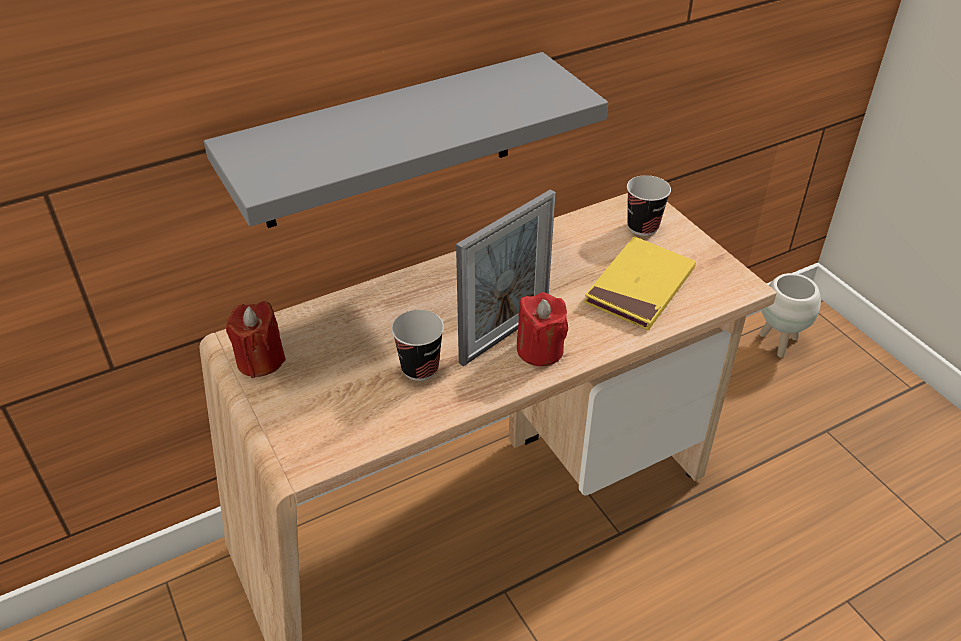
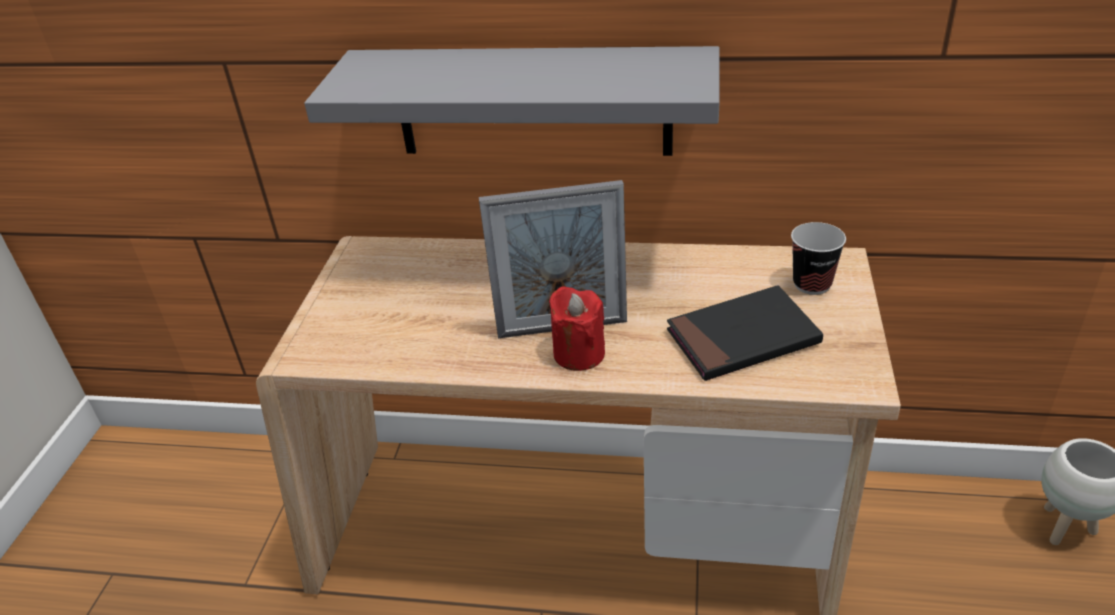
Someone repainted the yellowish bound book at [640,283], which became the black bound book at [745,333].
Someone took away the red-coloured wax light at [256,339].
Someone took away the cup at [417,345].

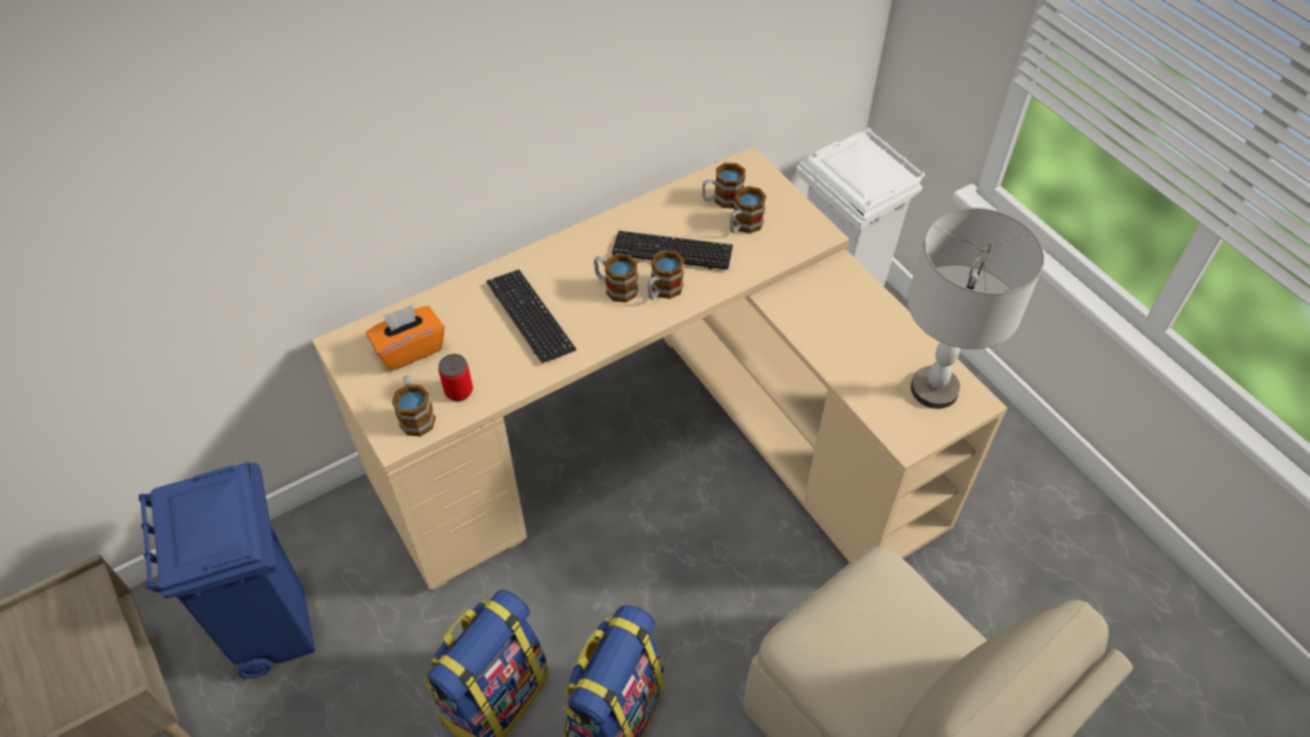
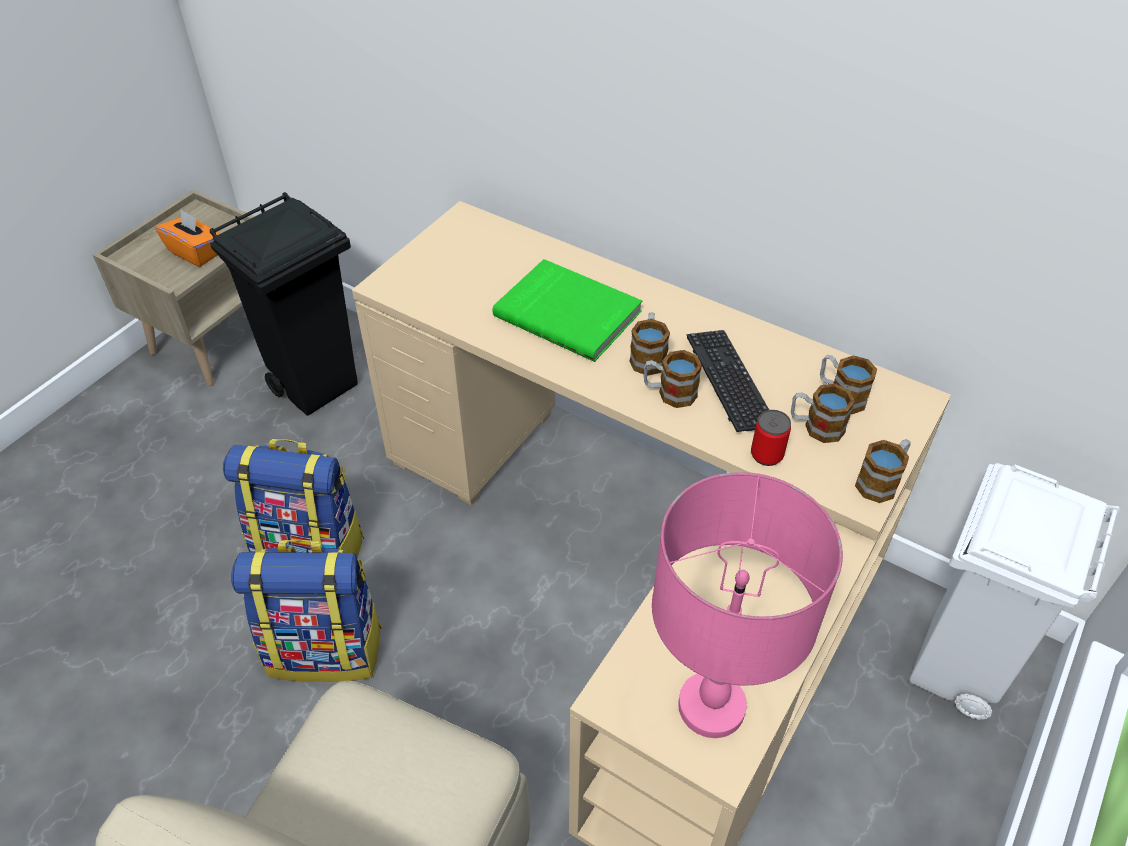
Someone carried the orange box of tissues from [405,338] to [187,238].
Someone repainted the blue-coloured trash can at [227,570], which became the black trash can at [284,304].
Someone swapped the computer keyboard at [531,316] for the greenish bound book at [567,310].
Someone repainted the grey tabletop lamp at [975,308], which became the pink-coloured tabletop lamp at [747,605].
Someone carried the metal can from [455,377] to [771,438].
Someone carried the tea mug from [414,406] to [883,471].

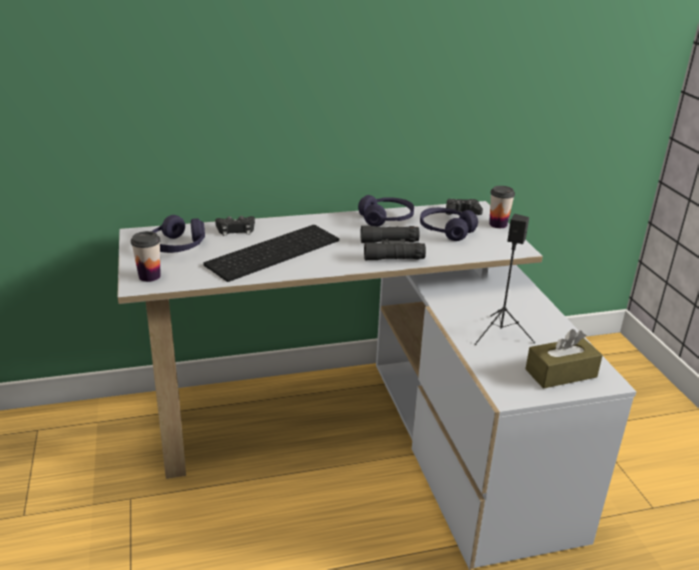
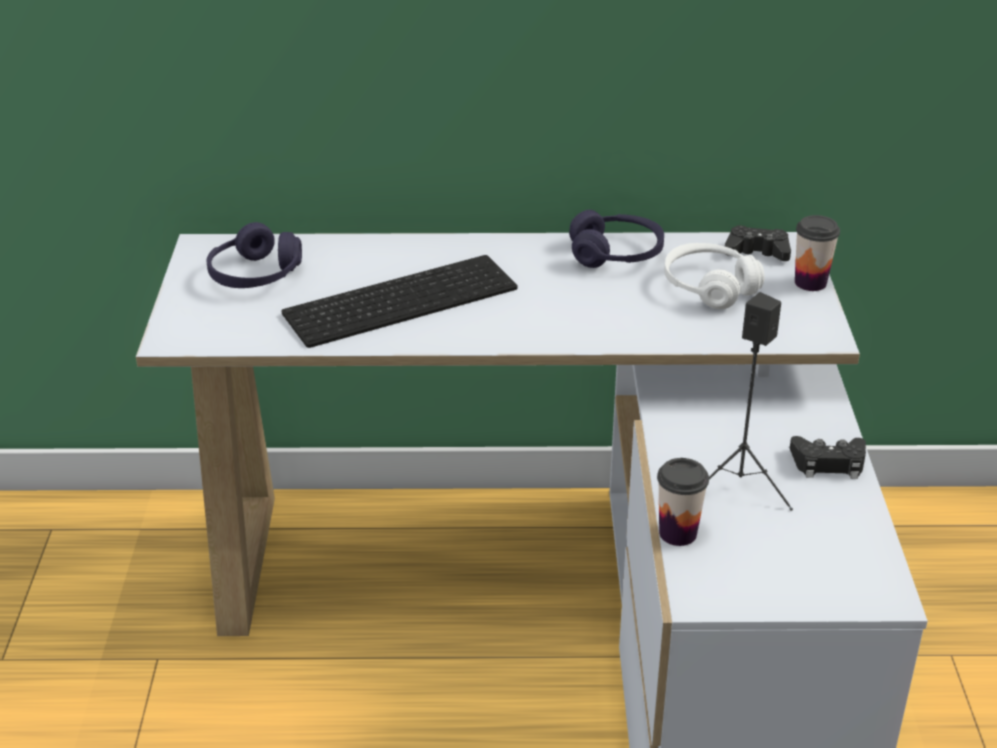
Someone carried the cup from [146,256] to [683,502].
Someone repainted the purple-coloured headphones at [449,224], which became the white headphones at [714,276].
Someone carried the black game controller from [235,226] to [828,457].
Someone took away the black pair of binoculars at [393,243].
Someone took away the brown-coloured box of tissues at [564,359].

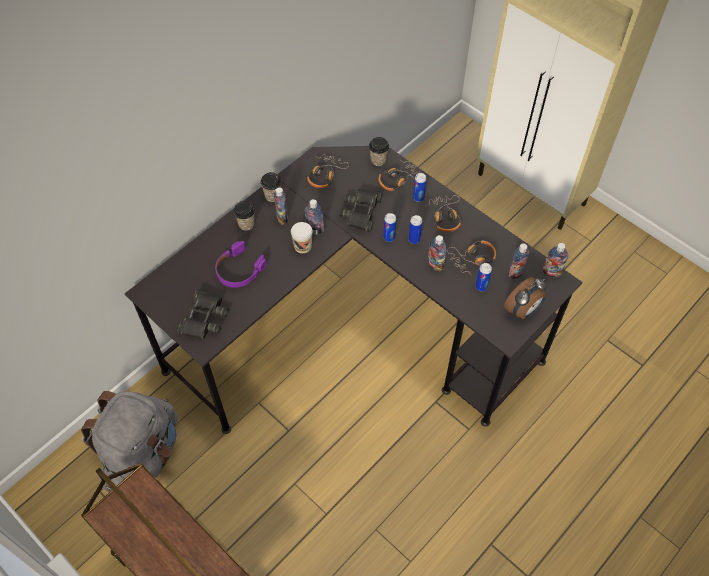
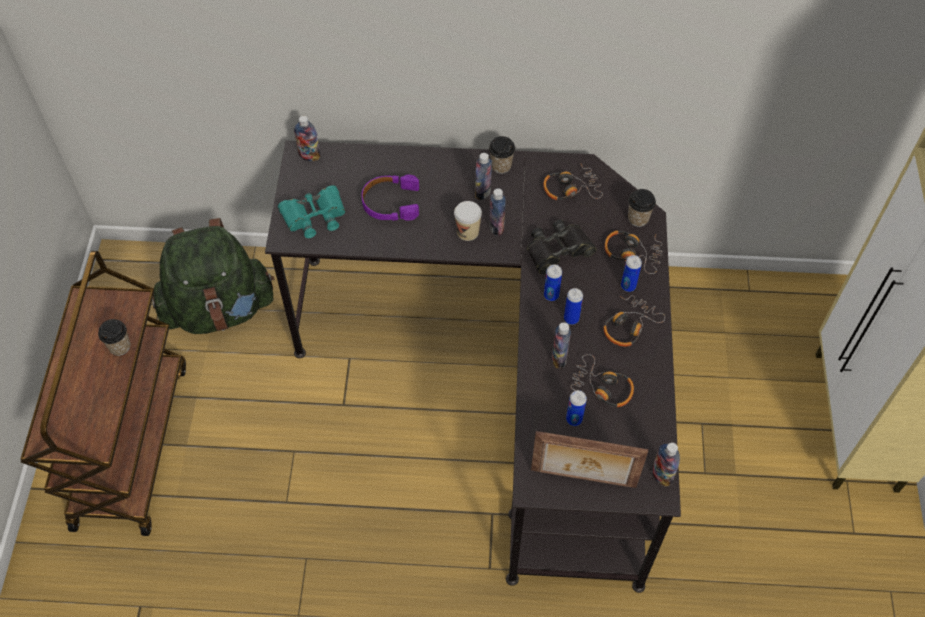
Someone carried the cup from [244,216] to [114,337].
Someone repainted the grey rucksack at [129,441], which became the greenish rucksack at [213,276].
Someone repainted the black pair of binoculars at [203,314], which became the turquoise-coloured pair of binoculars at [311,211].
Someone carried the beverage bottle from [519,261] to [307,138].
Someone swapped the bedside clock at [525,298] for the standing frame at [589,459].

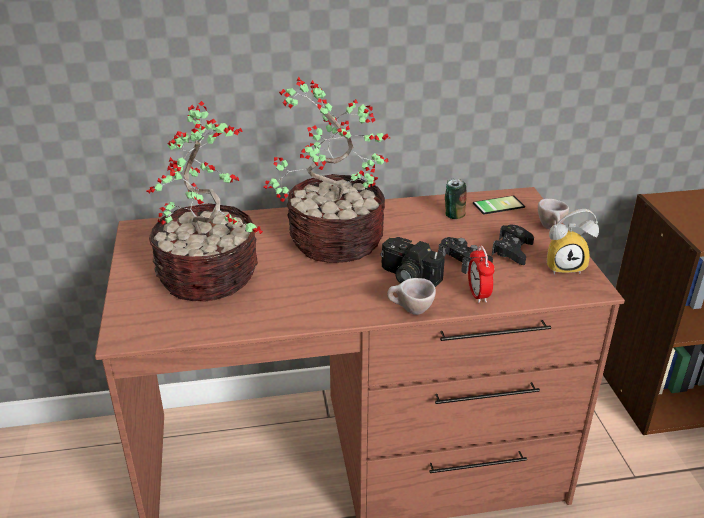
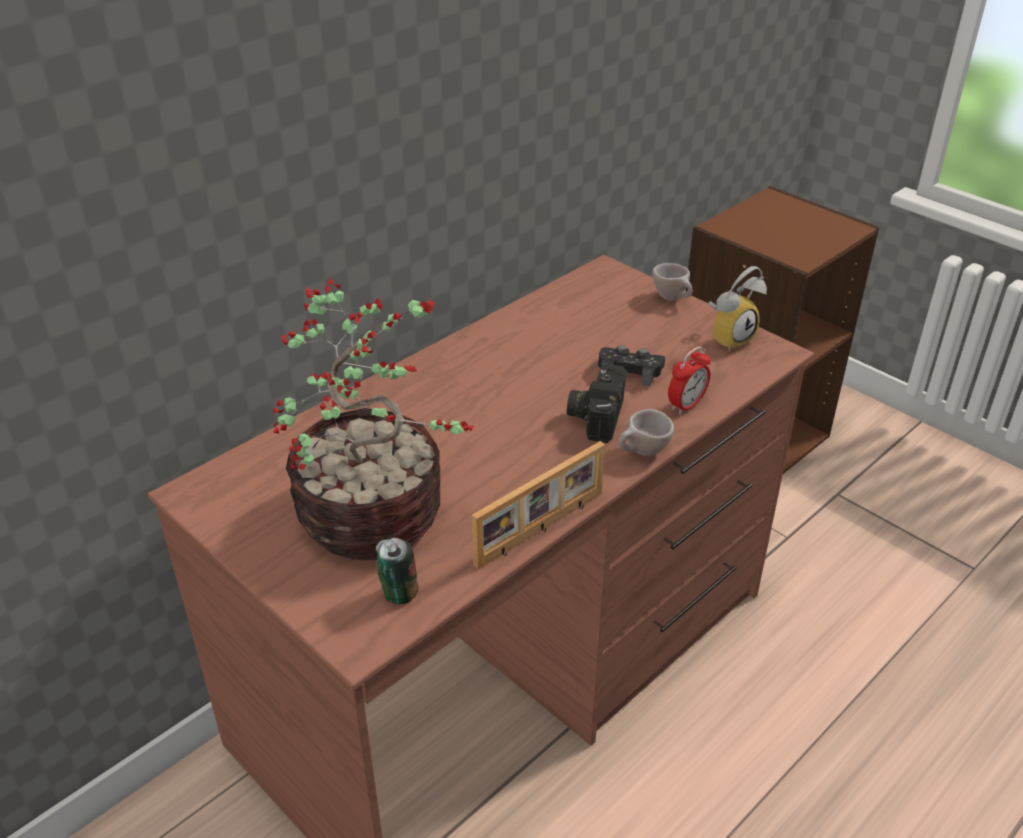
Someone carried the metal can from [456,199] to [397,570].
Someone put down the standing frame at [538,505].
Someone rotated the photo camera at [412,262] by 105 degrees clockwise.
Someone rotated the bedside clock at [481,274] by 90 degrees counterclockwise.
Someone took away the plant in a pot at [327,170].
Someone took away the handset at [499,205].
Someone took away the black game controller at [513,245].

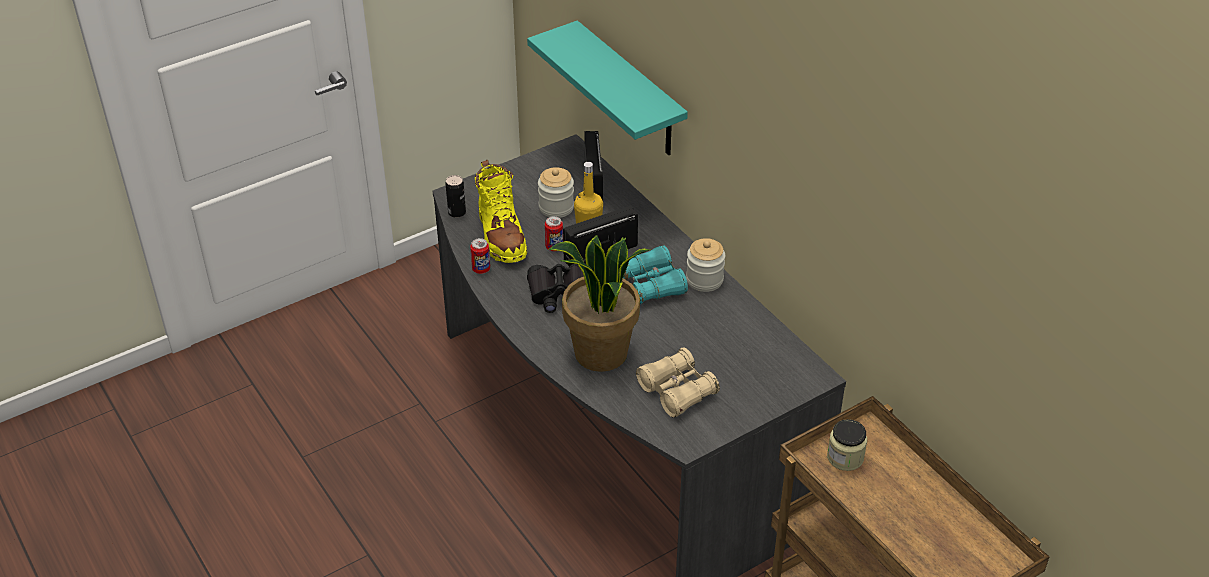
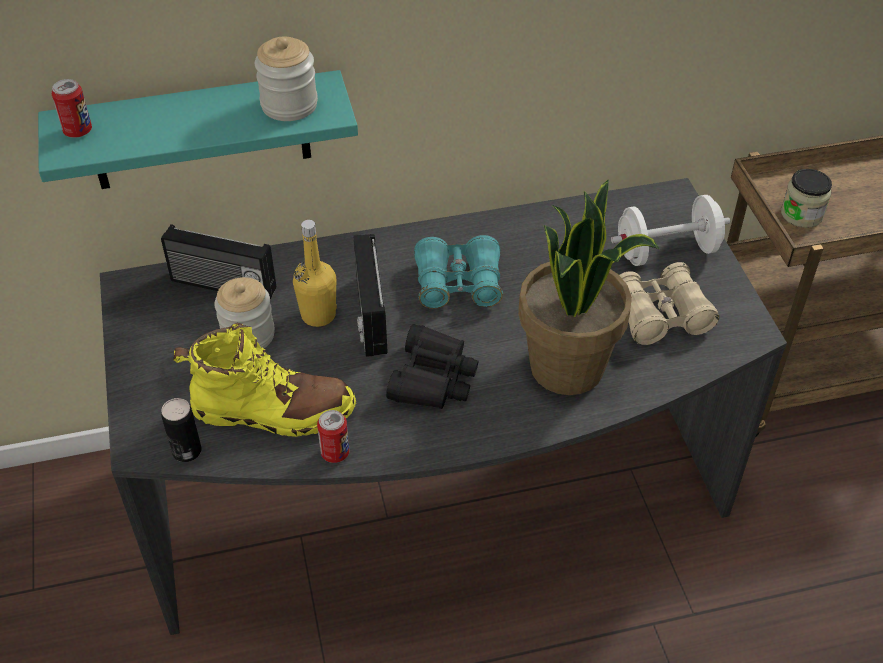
Someone carried the metal can from [554,233] to [71,108].
Someone carried the storage jar from [705,265] to [286,79].
Someone put down the white dumbbell at [670,230].

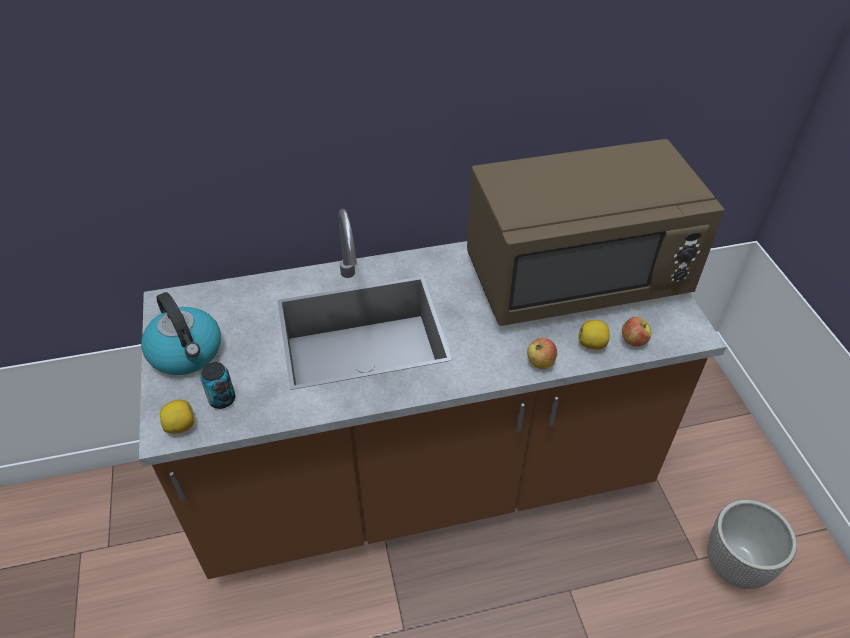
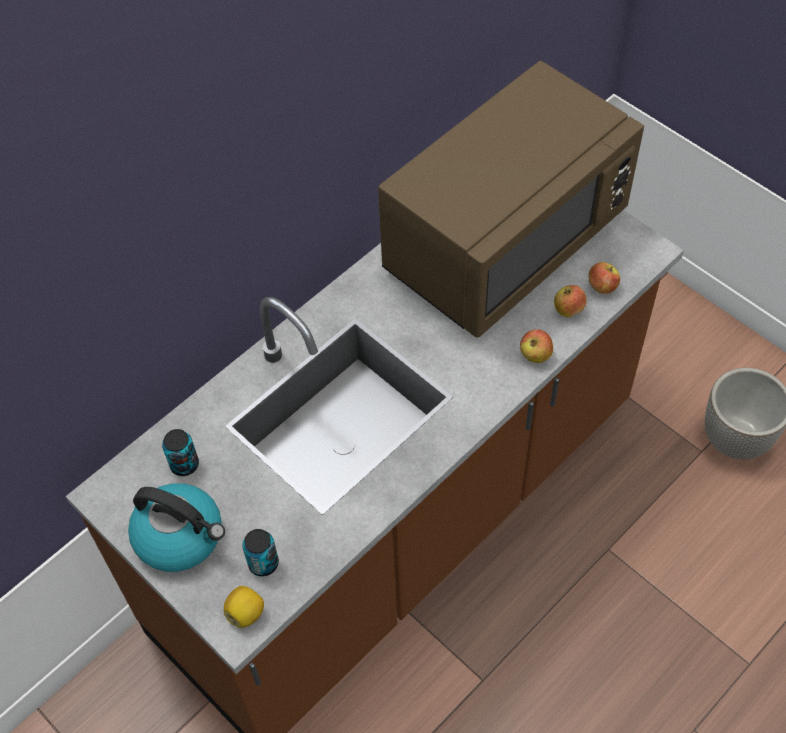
Someone put down the metal can at [180,452].
Someone swapped the lemon at [593,335] for the apple fruit at [570,301].

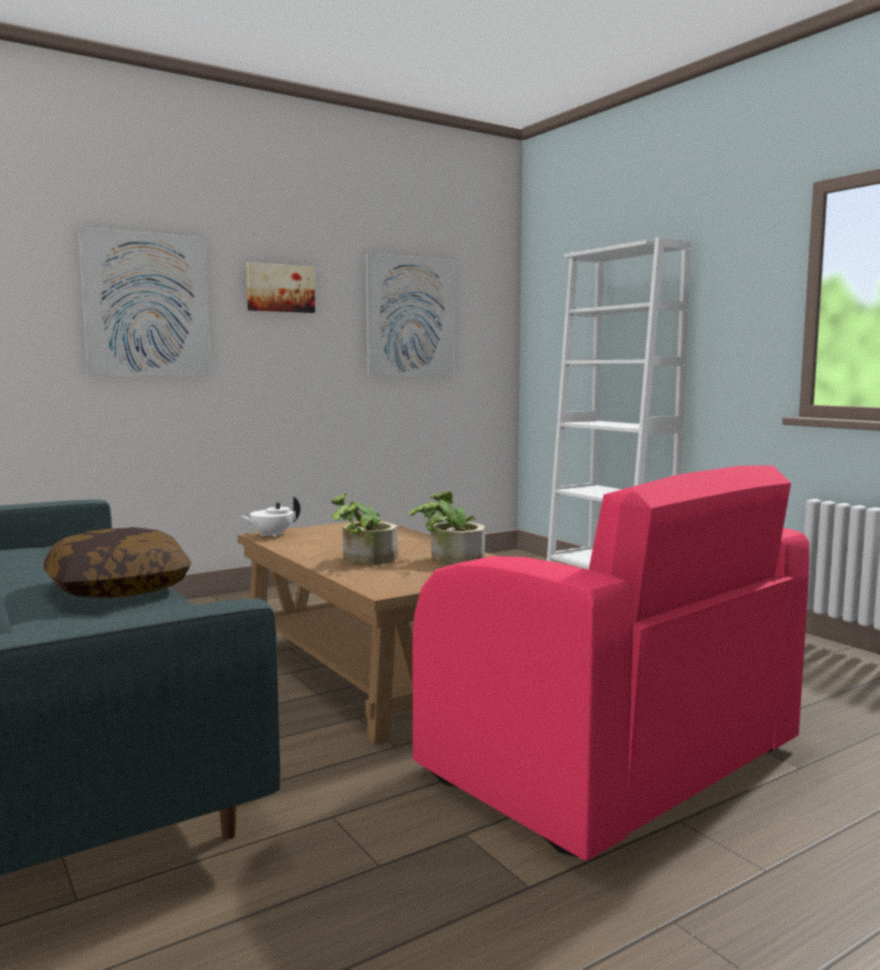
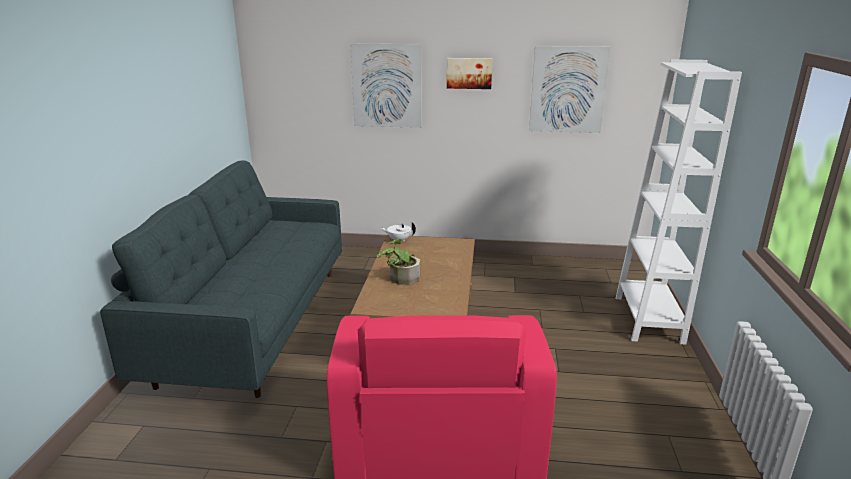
Someone took away the cushion at [117,562].
Someone took away the plant in a pot at [446,528].

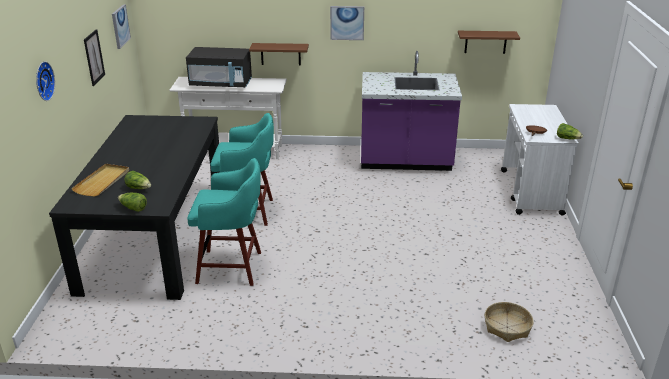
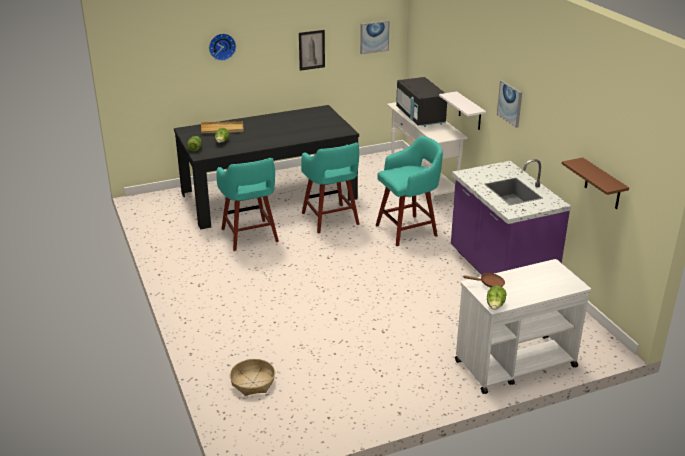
Someone put down the turquoise-coloured stool seat at [409,191].
Someone repainted the brown-coloured wall shelf at [279,54], which became the white wall shelf at [462,110].

